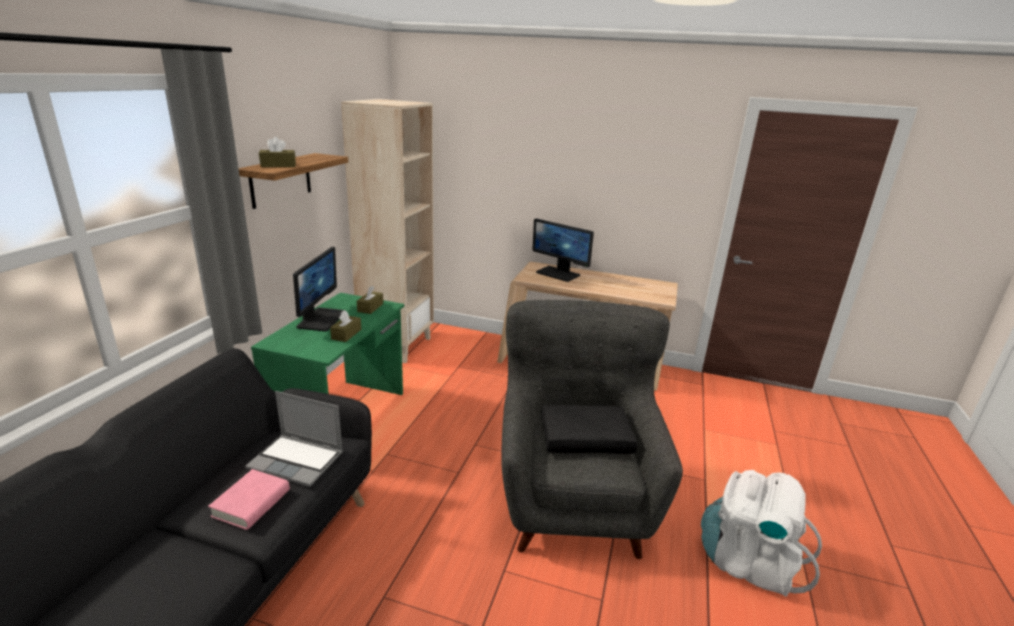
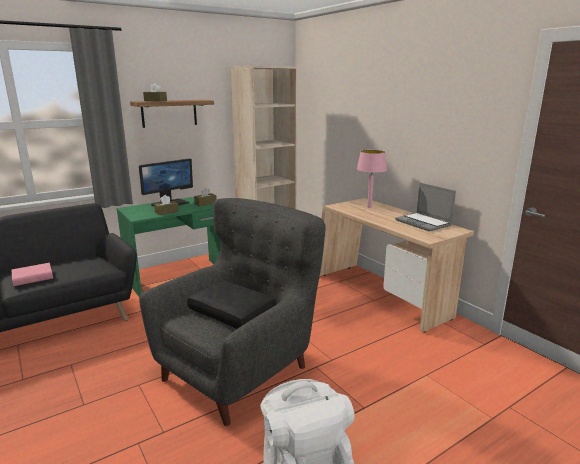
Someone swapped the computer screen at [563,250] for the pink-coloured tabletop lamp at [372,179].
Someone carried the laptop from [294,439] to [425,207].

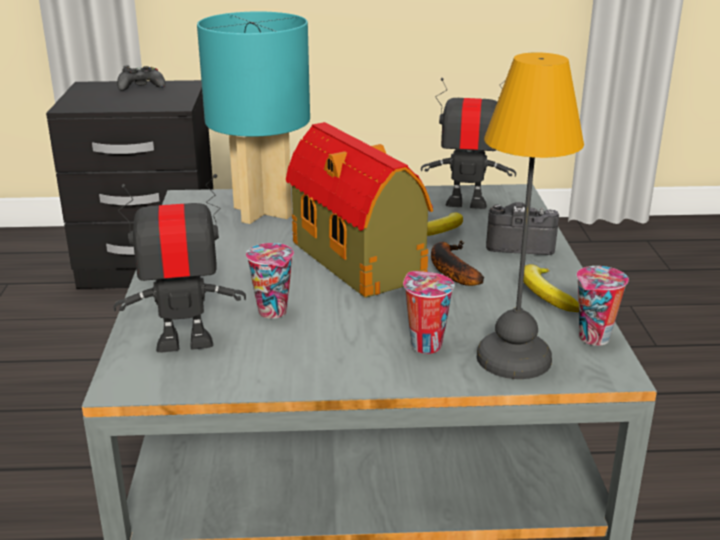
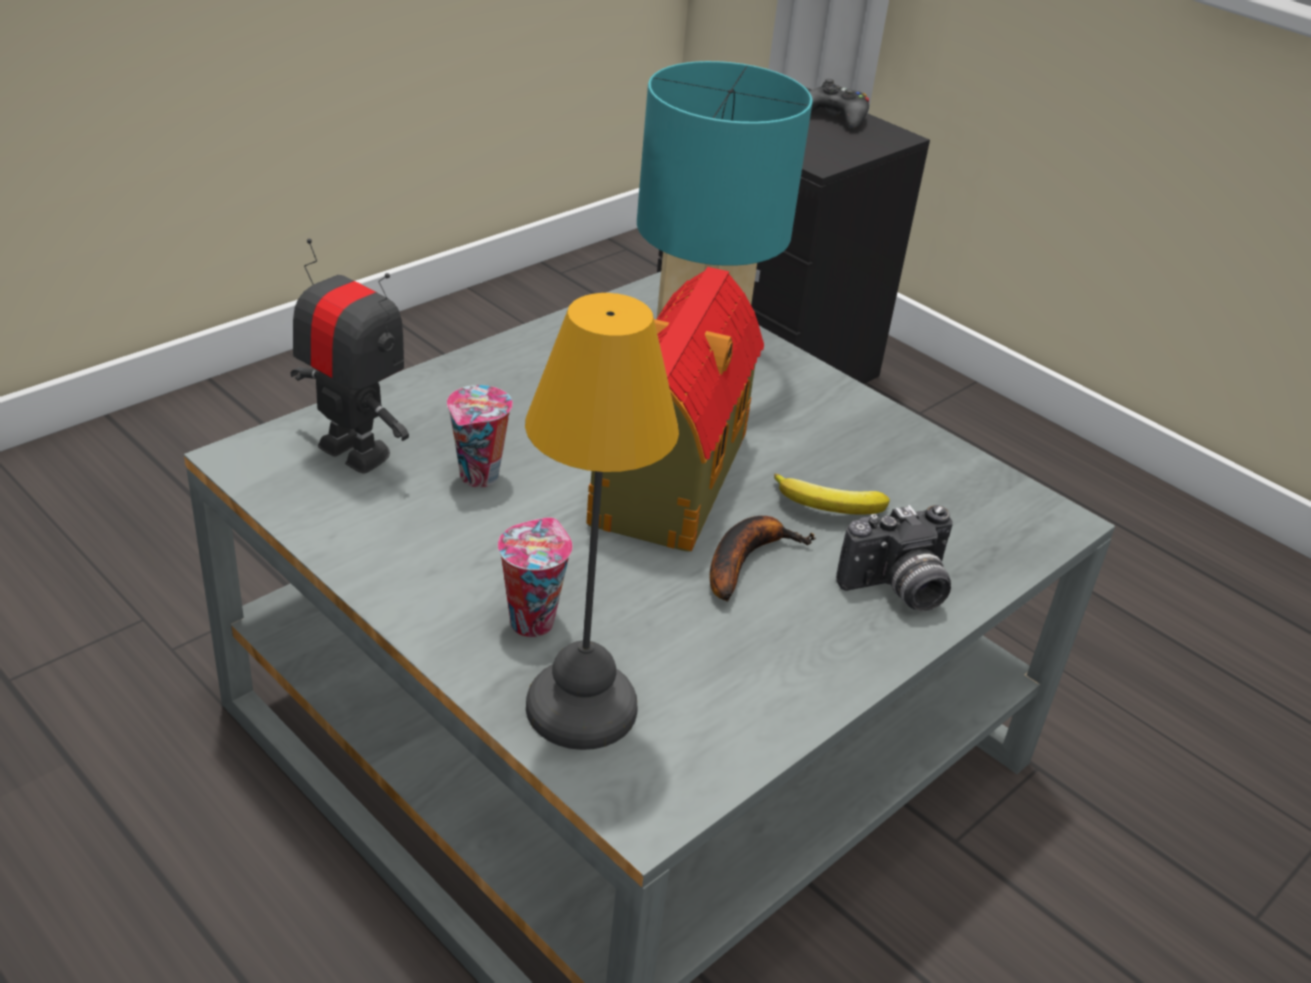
Someone rotated the photo camera at [522,228] by 105 degrees clockwise.
Someone took away the model robot at [468,143].
Someone took away the whole banana at [551,288].
Someone took away the cup at [602,306].

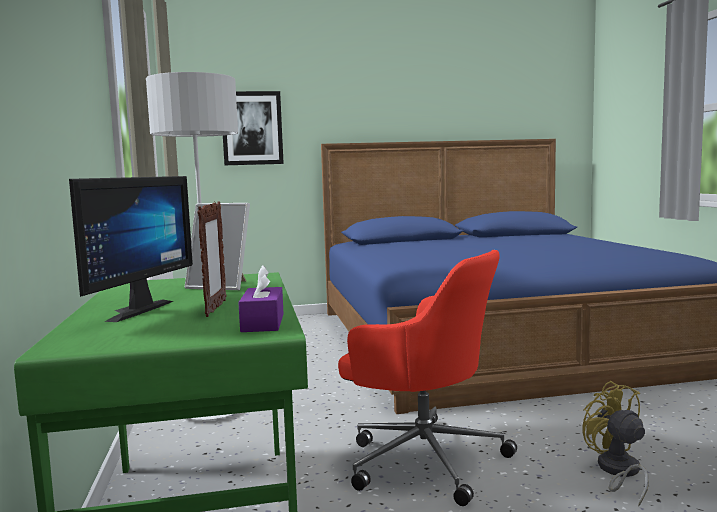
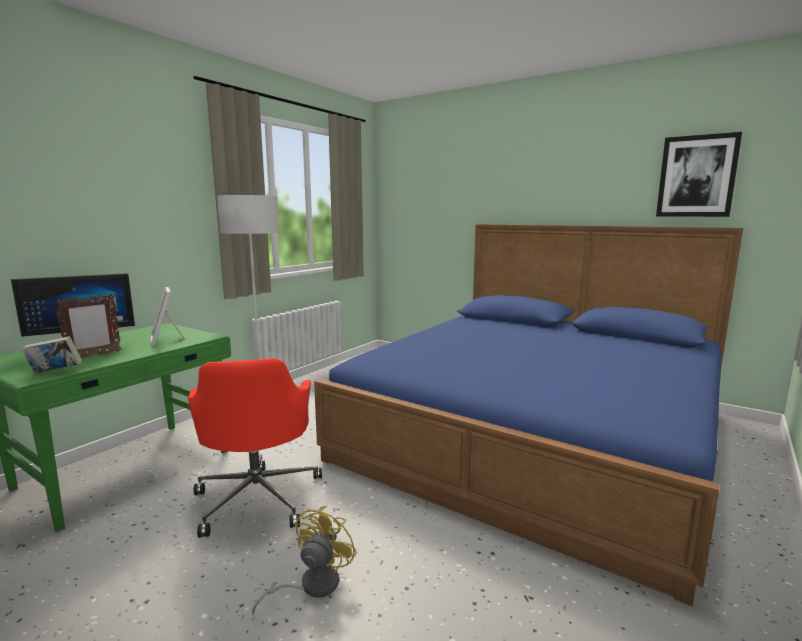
Someone swapped the purple-coloured box of tissues at [261,298] for the bound book at [51,354].
Someone carried the picture from [253,128] to [699,174].

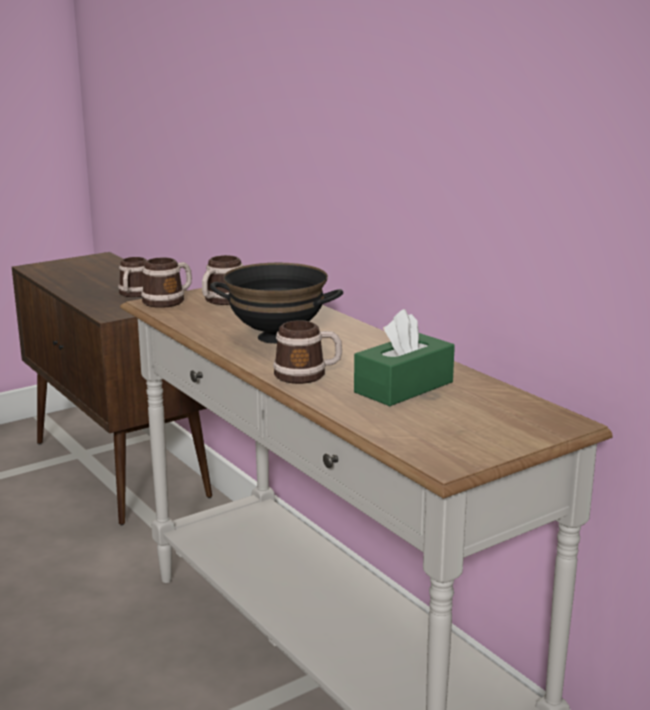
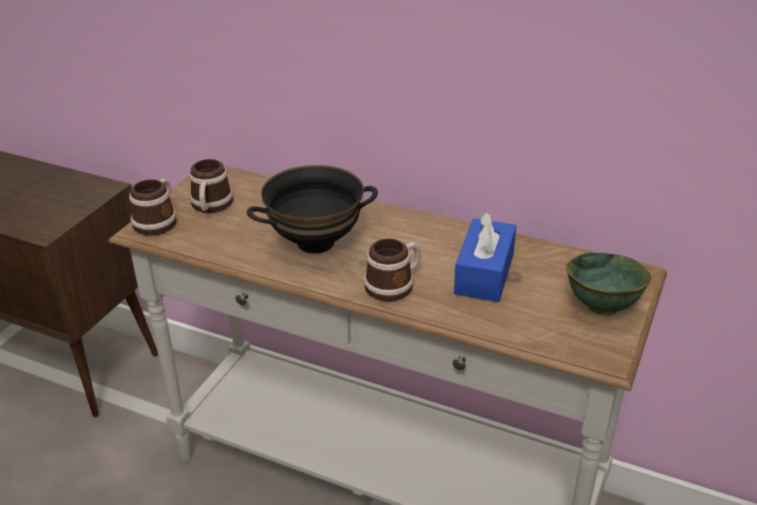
Someone repainted the greenish box of tissues at [404,357], which became the blue-coloured box of tissues at [485,256].
Someone put down the greenish serving bowl at [608,284].
Someone took away the tea mug at [132,277].

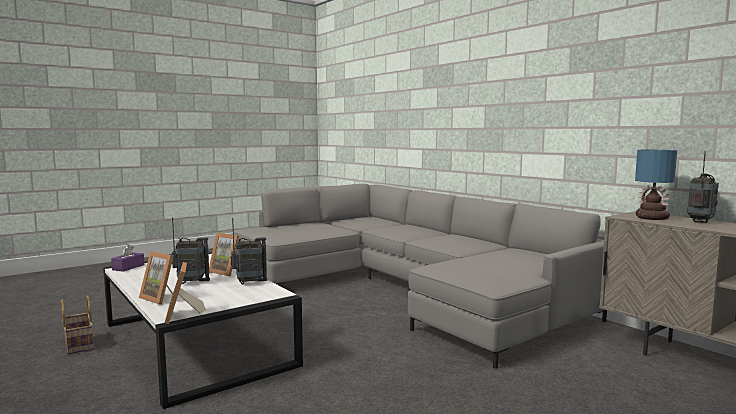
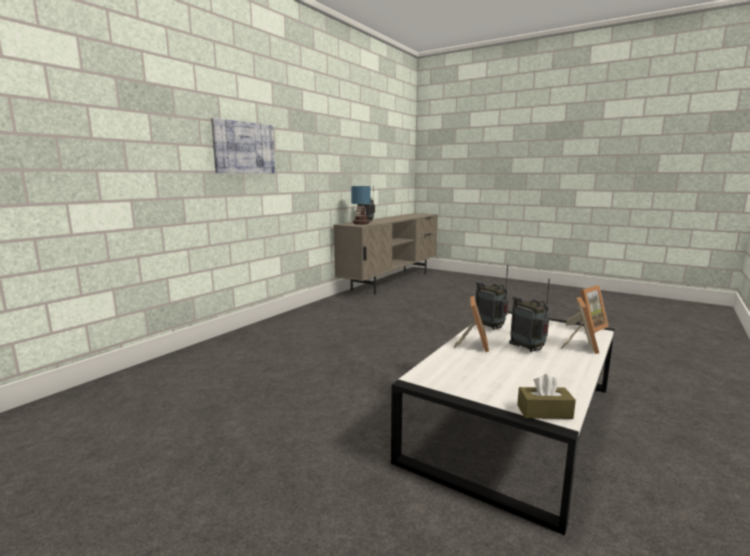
Someone put up the picture at [243,145].
Someone repainted the purple-coloured box of tissues at [127,258], which became the brown-coloured box of tissues at [546,396].
Someone took away the household basket at [77,325].
Someone took away the grey sofa at [420,276].

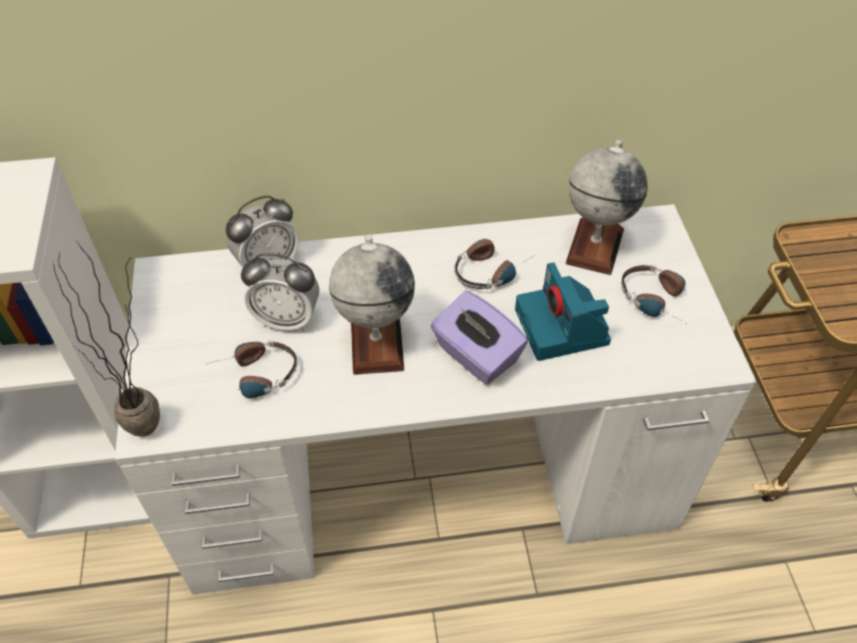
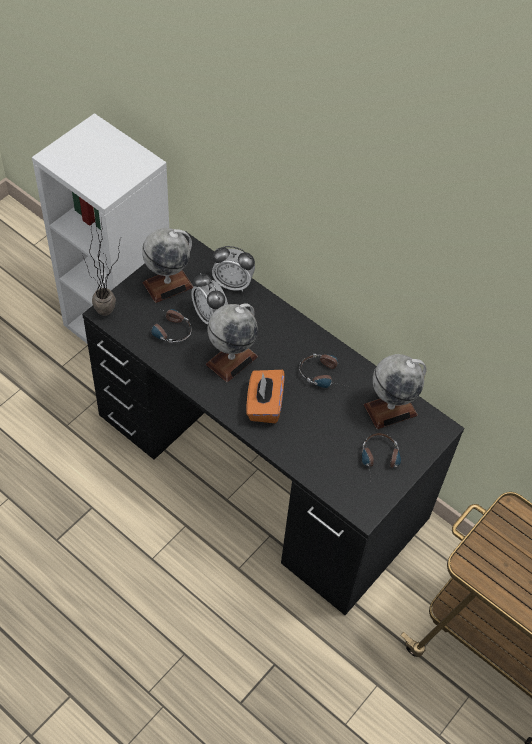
Someone repainted the white desk table at [435,399], which became the black desk table at [273,423].
Someone put down the desk globe at [167,265].
Someone repainted the purple-coloured box of tissues at [479,337], which became the orange box of tissues at [265,396].
Someone took away the photo camera at [563,312].

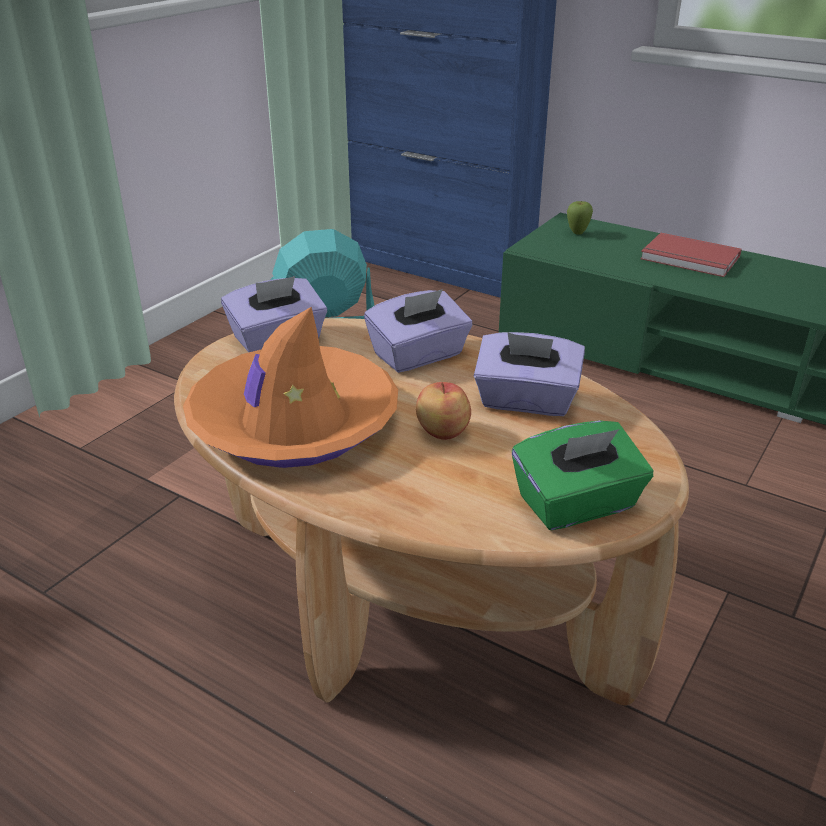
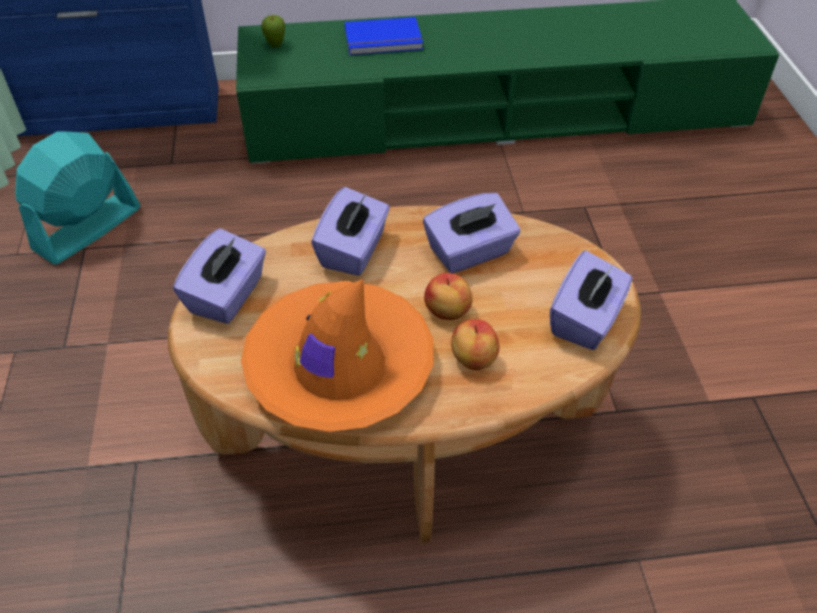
Someone repainted the red-coloured bound book at [690,255], which became the blue-coloured bound book at [384,36].
Someone put down the apple fruit at [475,344].
Someone repainted the greenish box of tissues at [582,475], which became the purple-coloured box of tissues at [591,300].

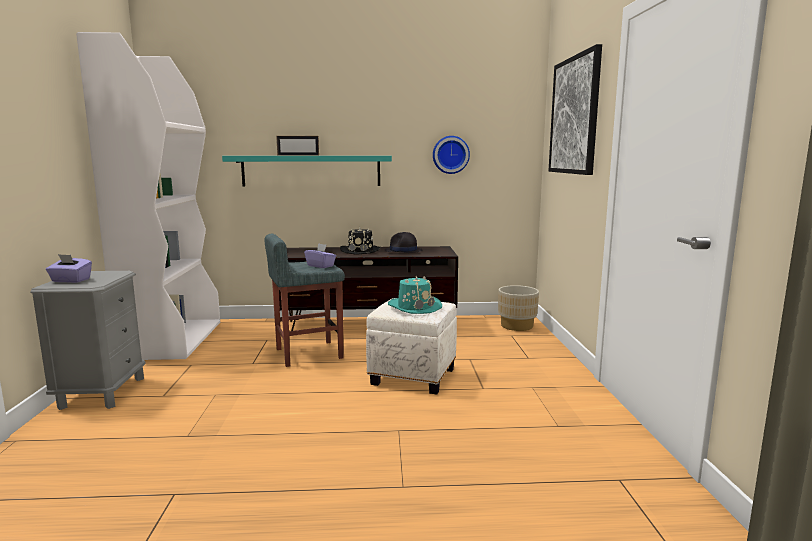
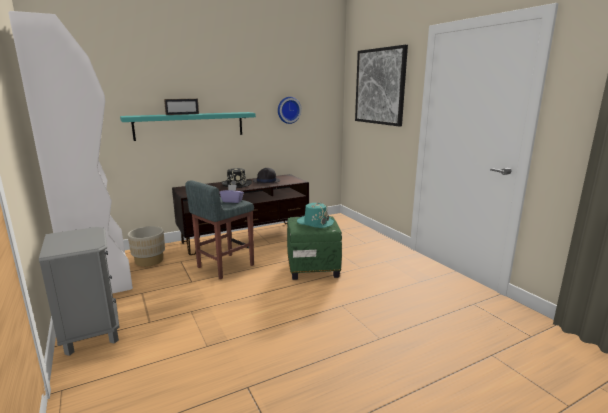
Someone carried the sand-coloured planter from [518,308] to [146,246].
Someone repainted the white ottoman at [411,346], which became the greenish ottoman at [314,248].
Someone took away the purple-coloured box of tissues at [69,268].

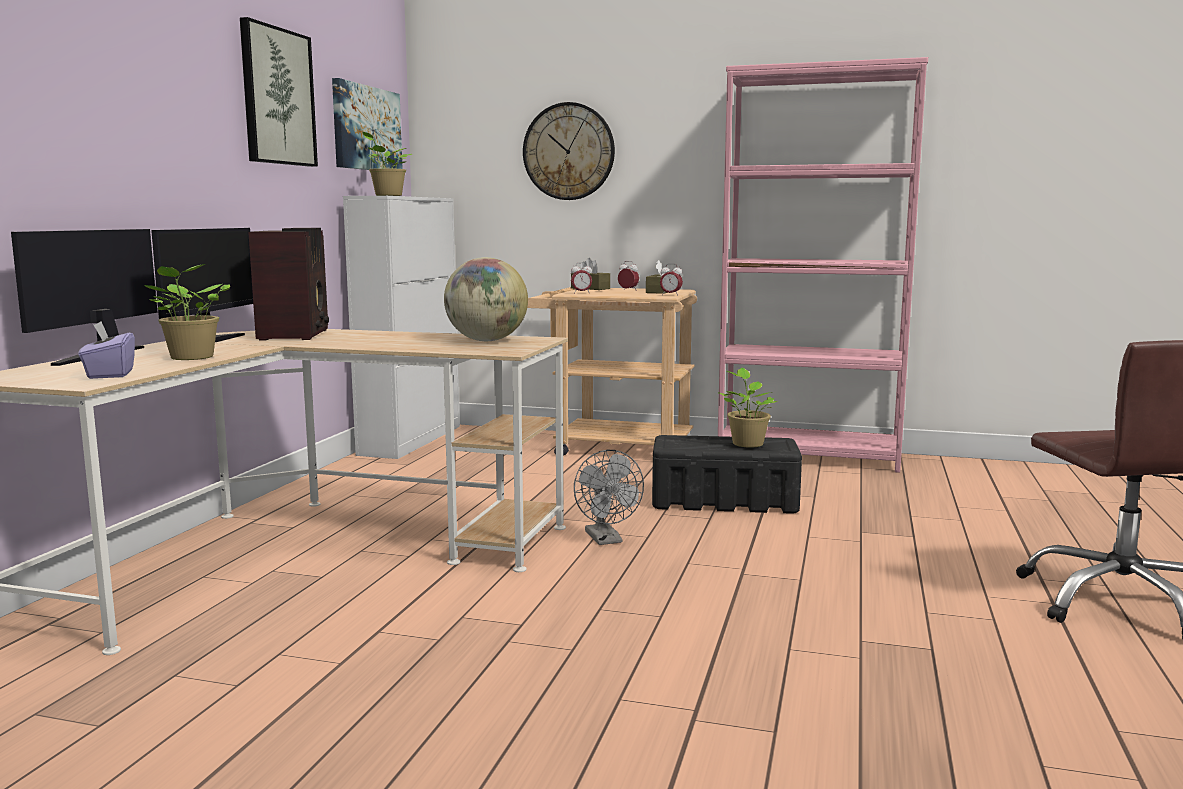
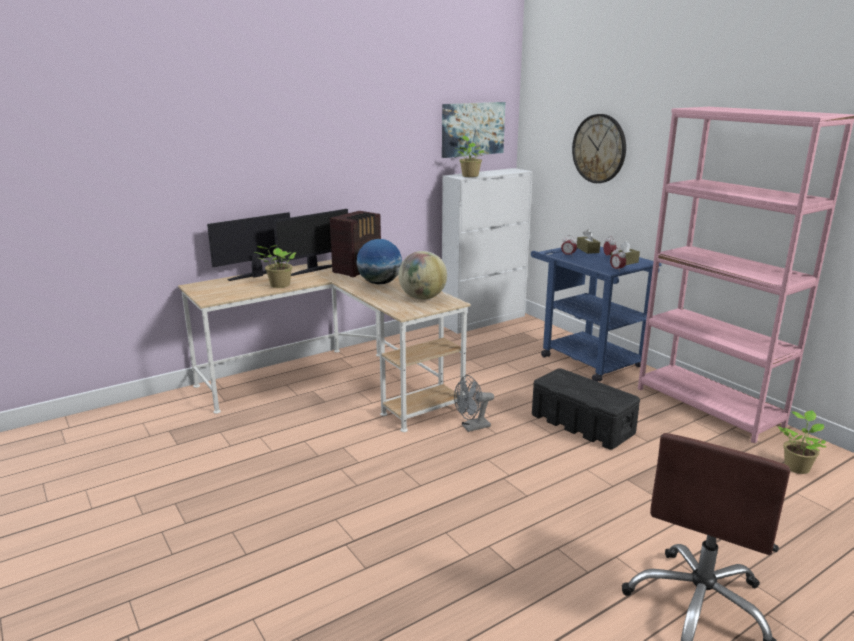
Someone put down the desk globe at [379,262].
Someone rotated the grey cooling fan at [609,497] by 45 degrees clockwise.
Someone repainted the sand-coloured wheeled cart at [612,371], which became the blue-coloured wheeled cart at [596,313].
Someone carried the plant in a pot from [747,408] to [802,442].
Someone took away the purple-coloured box of tissues at [106,350].
Someone took away the picture at [279,92].

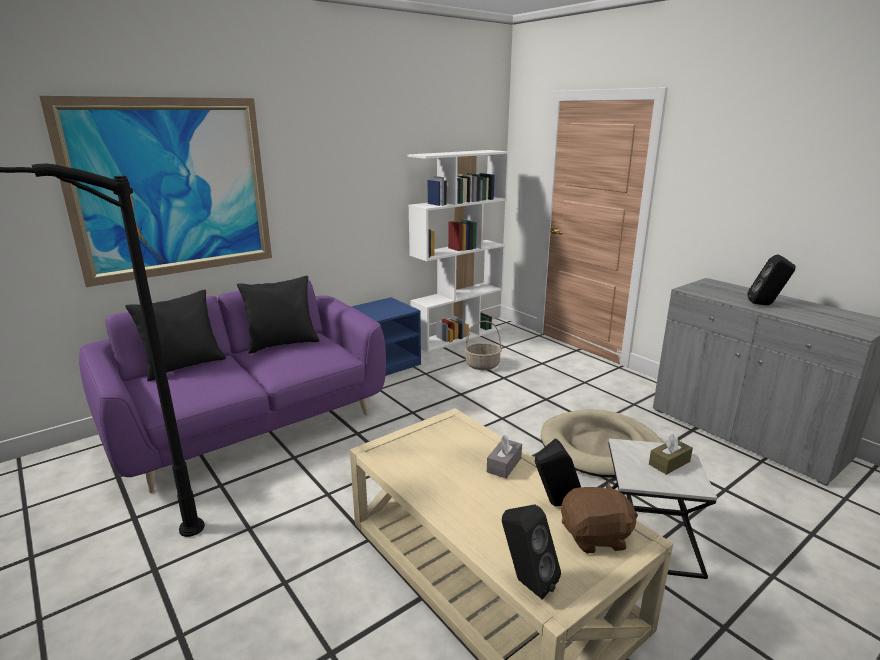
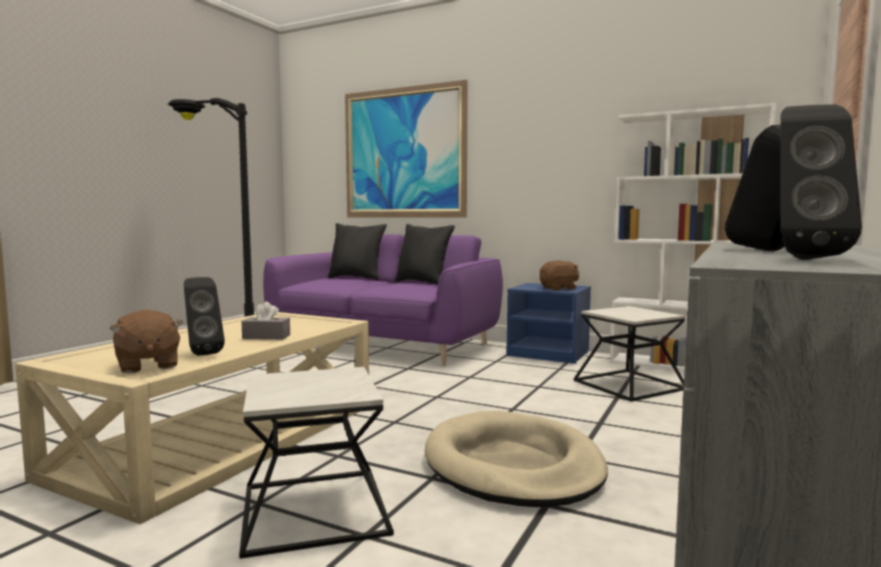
Someone put down the brown-coloured cuddly toy at [559,275].
Someone swapped the household basket at [483,345] for the end table at [629,354].
Someone carried the black audio speaker from [531,551] to [821,182].
Someone took away the brown-coloured box of tissues at [671,454].

